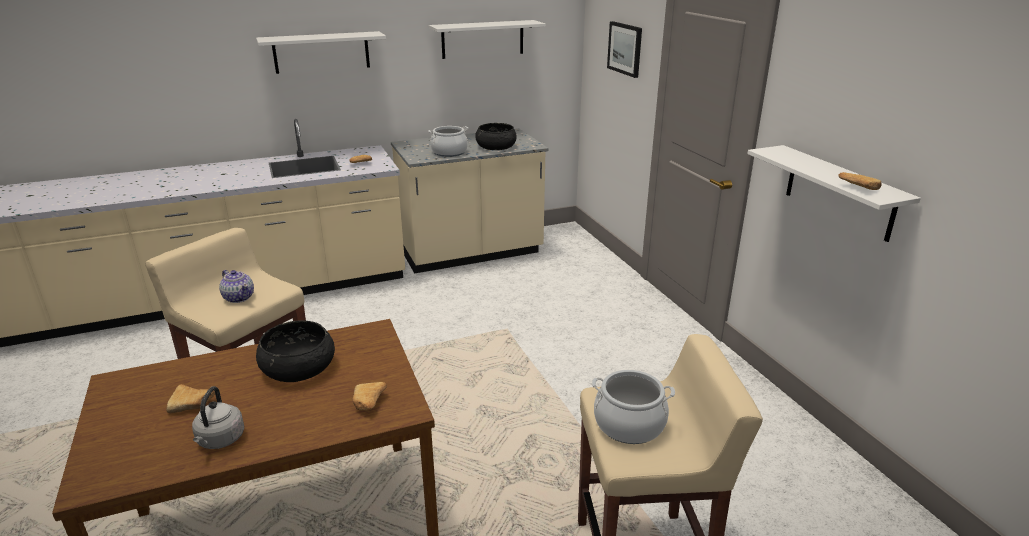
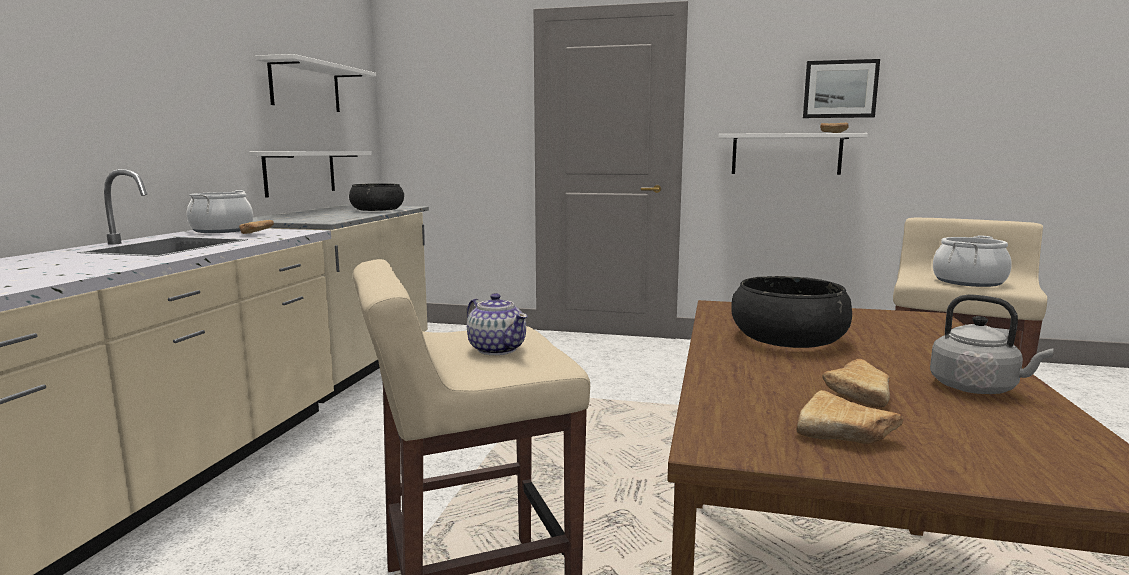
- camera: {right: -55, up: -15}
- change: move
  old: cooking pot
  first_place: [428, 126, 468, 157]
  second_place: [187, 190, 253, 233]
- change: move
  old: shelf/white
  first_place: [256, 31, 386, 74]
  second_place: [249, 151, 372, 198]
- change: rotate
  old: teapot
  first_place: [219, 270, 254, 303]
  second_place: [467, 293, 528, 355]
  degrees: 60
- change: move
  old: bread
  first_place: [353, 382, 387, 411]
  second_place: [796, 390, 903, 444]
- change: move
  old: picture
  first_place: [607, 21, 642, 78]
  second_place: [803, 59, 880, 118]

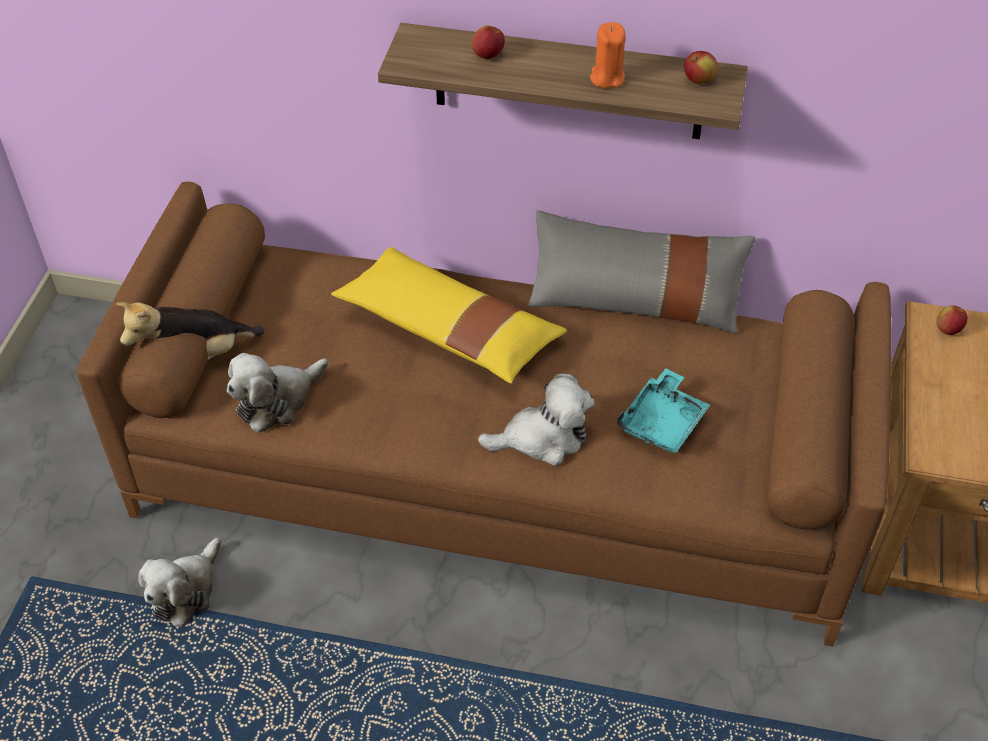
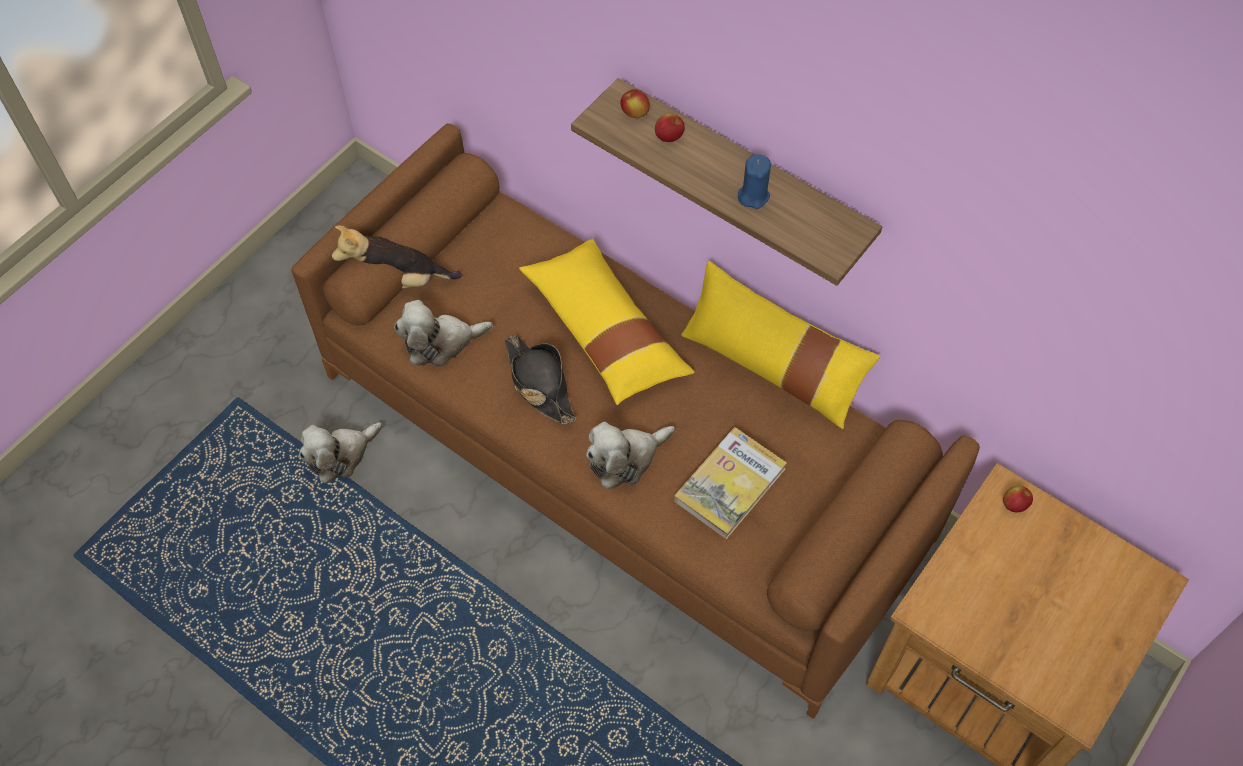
- camera: {right: 25, up: 10}
- change: insert
  new: hat/black
  second_place: [504, 334, 576, 424]
- change: rotate
  old: plush toy
  first_place: [478, 373, 595, 465]
  second_place: [586, 421, 675, 489]
  degrees: 135
- change: move
  old: apple
  first_place: [684, 51, 718, 84]
  second_place: [621, 89, 650, 118]
- change: replace
  old: tray/turquoise
  new: book
  first_place: [617, 368, 710, 453]
  second_place: [674, 427, 787, 539]
- change: recolor
  old: pillow/grey
  new: pillow/yellow
  first_place: [528, 210, 755, 333]
  second_place: [681, 261, 880, 429]
- change: recolor
  old: candle/orange
  new: candle/blue
  first_place: [590, 22, 626, 89]
  second_place: [738, 154, 771, 209]

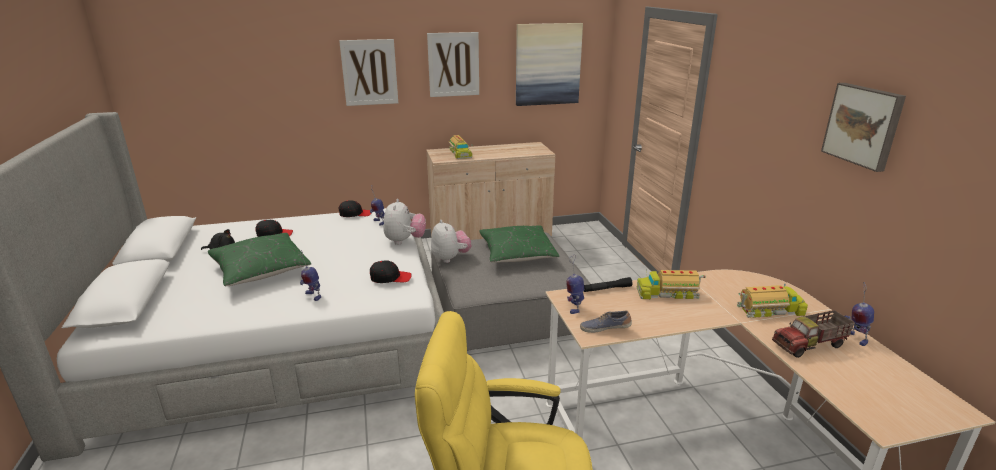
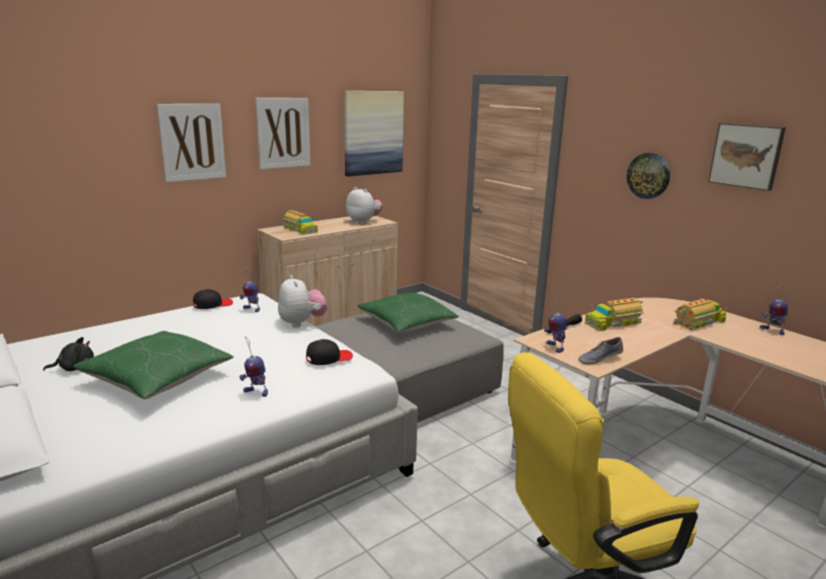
- camera: {right: -25, up: -5}
- change: move
  old: plush toy
  first_place: [431, 220, 472, 263]
  second_place: [346, 187, 383, 224]
- change: insert
  new: wall clock
  second_place: [627, 153, 670, 199]
- change: delete
  old: cap/black
  first_place: [256, 220, 293, 237]
- change: delete
  old: toy truck
  first_place: [772, 310, 855, 358]

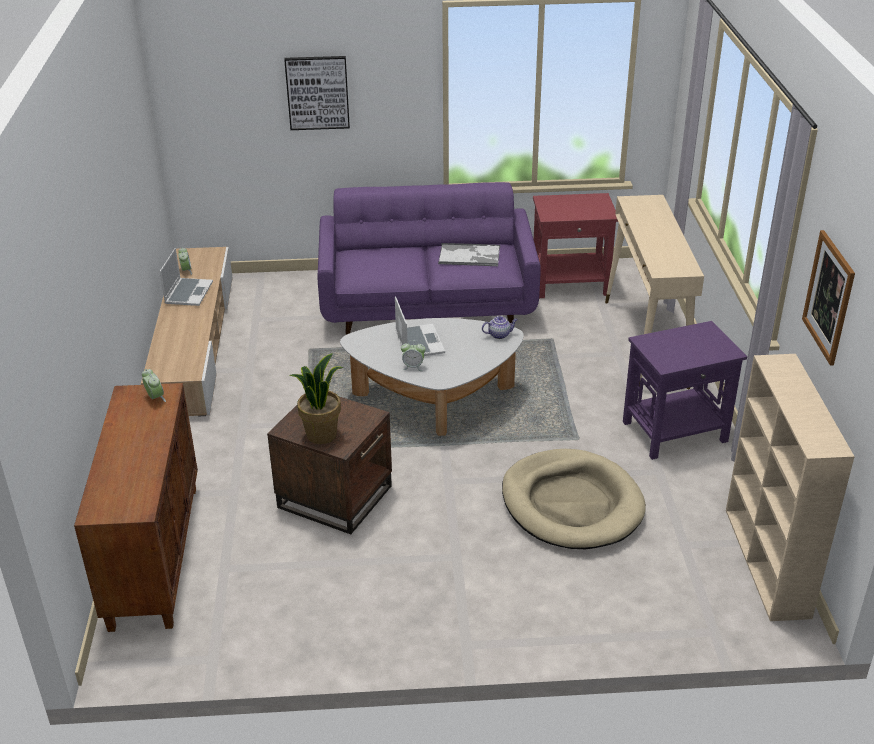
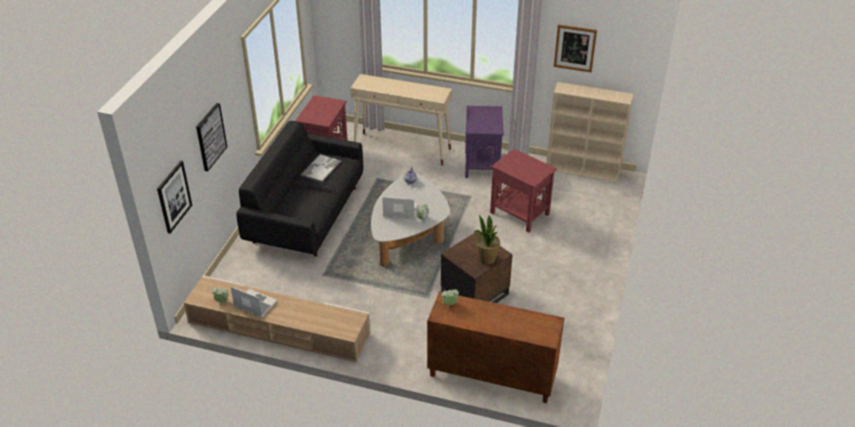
- camera: {right: -70, up: 5}
- change: insert
  new: picture
  second_place: [157, 161, 192, 234]
- change: recolor
  old: sofa/purple
  new: sofa/black
  first_place: [317, 182, 541, 334]
  second_place: [236, 121, 363, 256]
- change: replace
  old: dog bed/beige
  new: side table/red
  first_place: [502, 449, 646, 549]
  second_place: [490, 149, 557, 233]

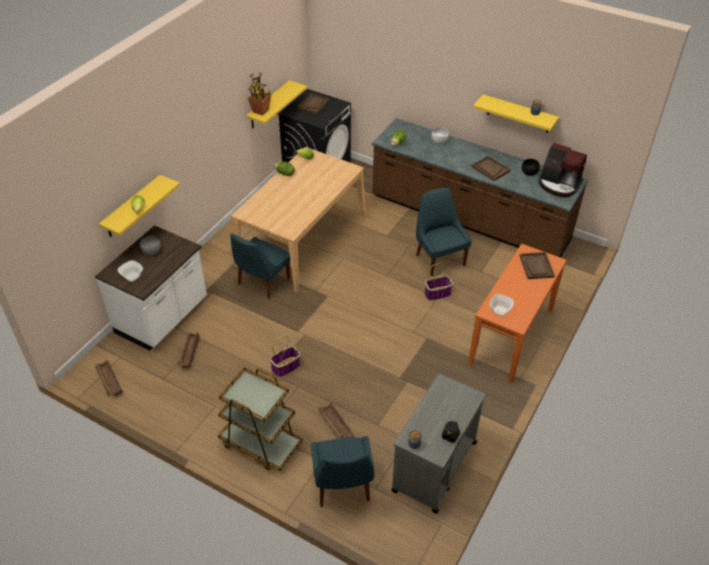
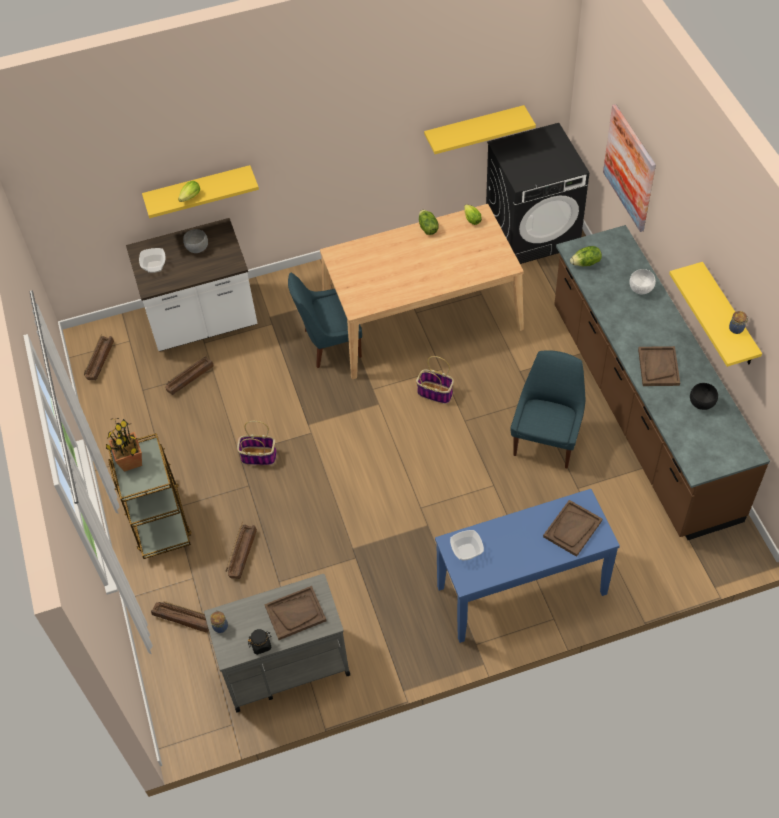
- camera: {right: 45, up: 10}
- change: move
  old: potted plant
  first_place: [248, 71, 271, 115]
  second_place: [106, 418, 142, 472]
- change: replace
  old: chair/blue
  new: crate
  first_place: [311, 436, 374, 507]
  second_place: [151, 601, 209, 633]
- change: move
  old: tray/brown
  first_place: [297, 93, 330, 114]
  second_place: [264, 586, 326, 640]
- change: move
  old: basket
  first_place: [424, 263, 453, 301]
  second_place: [416, 356, 454, 404]
- change: recolor
  old: console table/orange
  new: console table/blue
  first_place: [468, 244, 566, 383]
  second_place: [435, 489, 620, 643]
- change: insert
  new: picture
  second_place: [603, 104, 656, 232]
- change: delete
  old: coffee machine
  first_place: [539, 143, 587, 197]

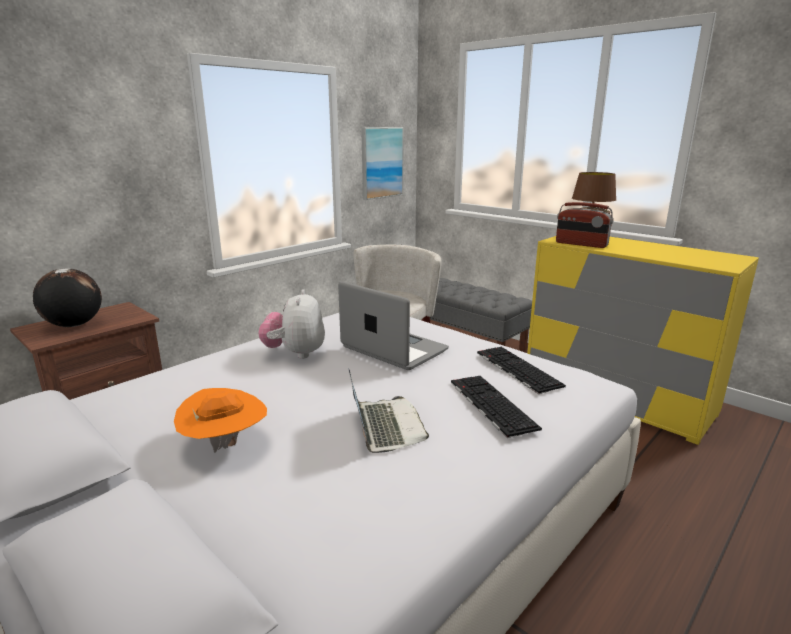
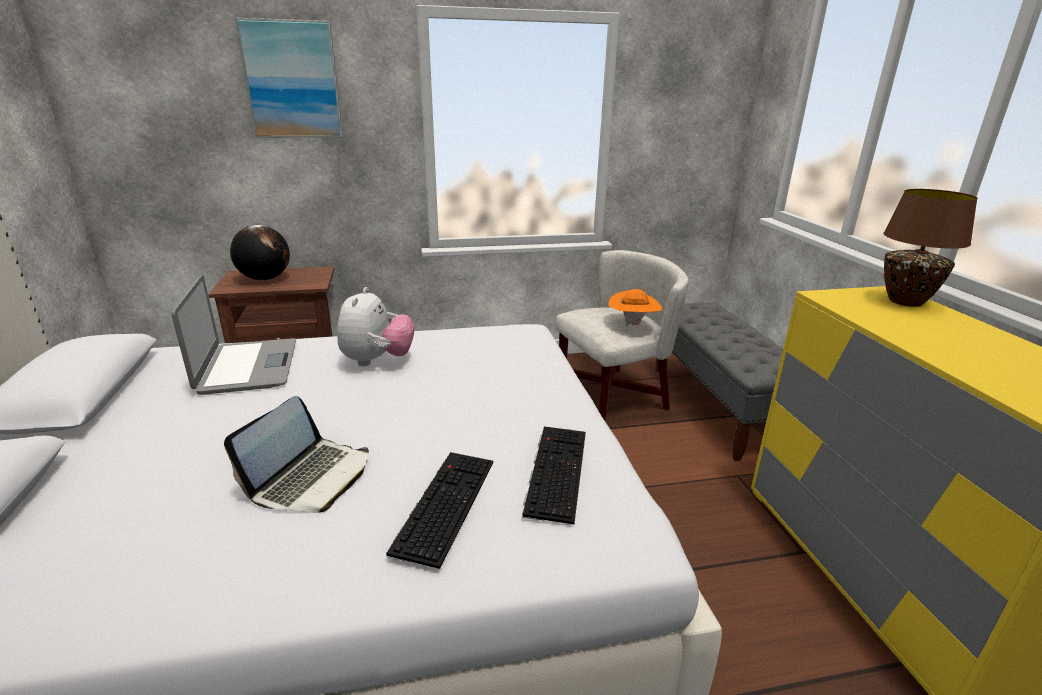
- camera: {right: 35, up: 5}
- change: move
  old: laptop
  first_place: [338, 281, 449, 370]
  second_place: [171, 275, 296, 395]
- change: move
  old: picture
  first_place: [361, 127, 404, 200]
  second_place: [235, 18, 343, 138]
- change: rotate
  old: plush toy
  first_place: [258, 289, 325, 359]
  second_place: [337, 287, 414, 366]
  degrees: 150
- change: move
  old: hat/orange
  first_place: [174, 388, 267, 453]
  second_place: [609, 289, 663, 326]
- change: delete
  old: radio
  first_place: [556, 202, 614, 248]

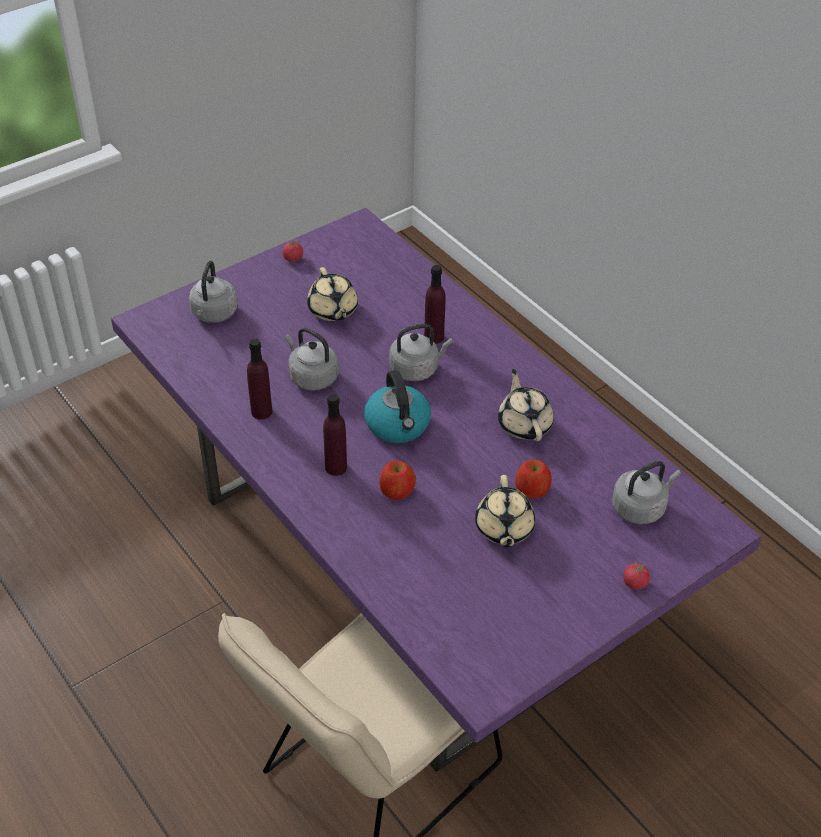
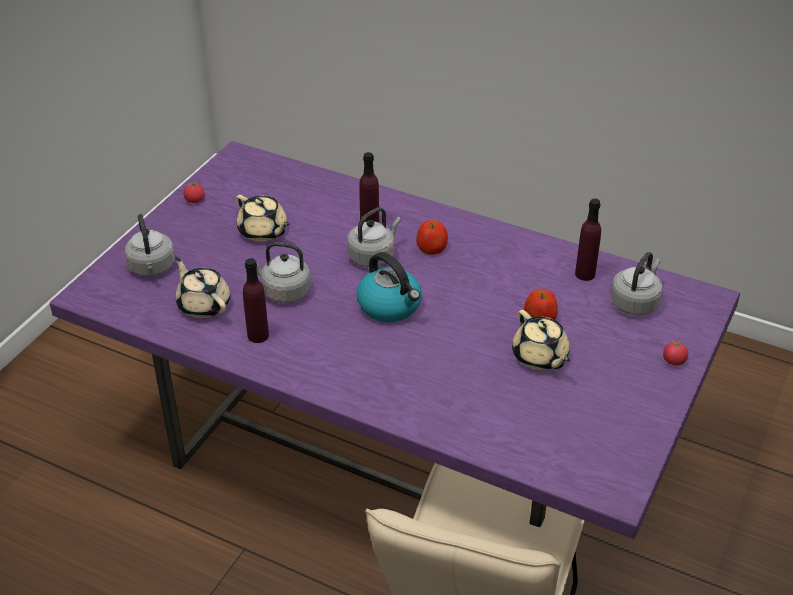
- camera: {right: -25, up: -5}
- change: move
  old: teapot/beige
  first_place: [498, 369, 554, 441]
  second_place: [175, 257, 231, 318]
- change: move
  old: apple
  first_place: [379, 461, 416, 500]
  second_place: [416, 220, 448, 255]
- change: move
  old: bottle/purple
  first_place: [323, 394, 347, 476]
  second_place: [575, 199, 601, 281]

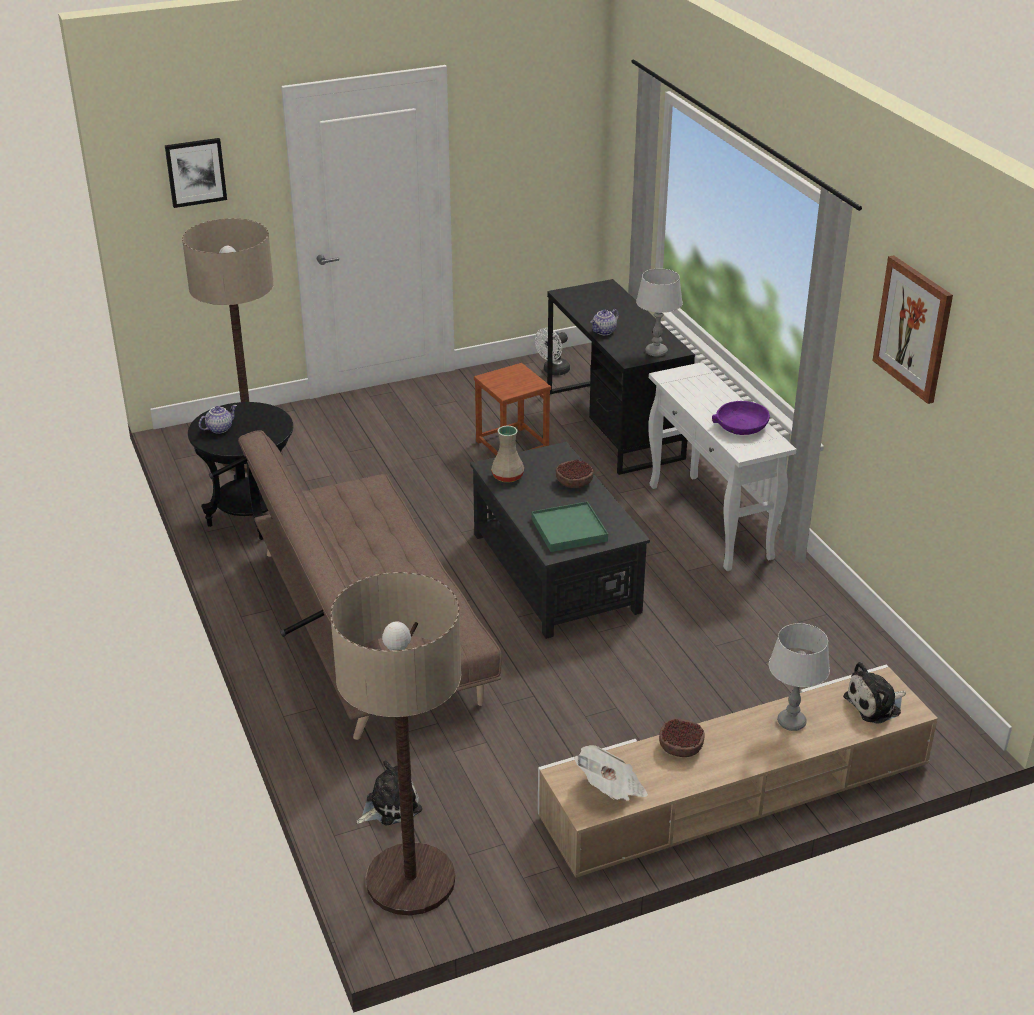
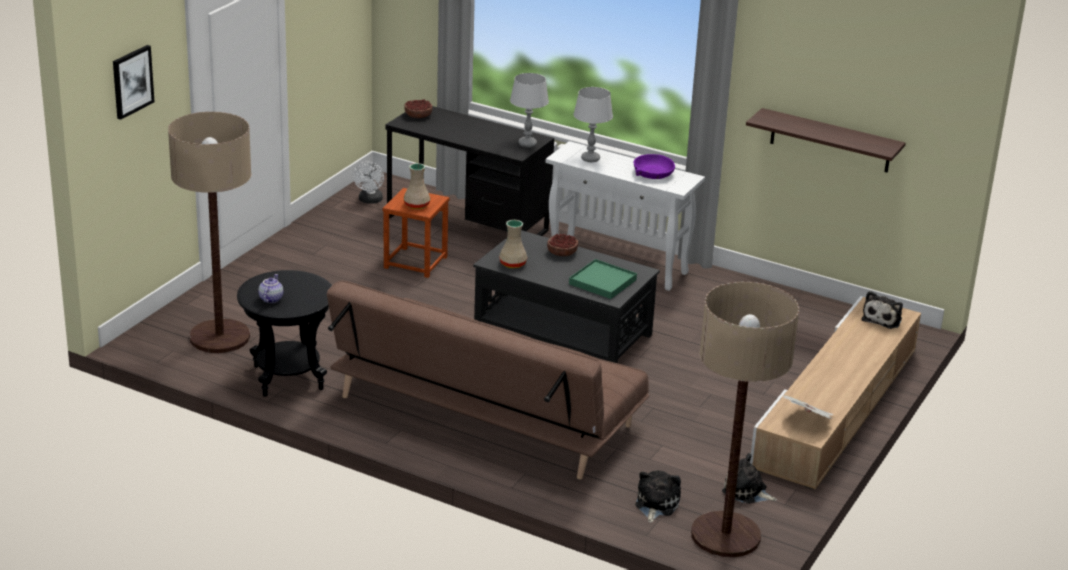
- camera: {right: -40, up: -5}
- change: move
  old: bowl
  first_place: [659, 719, 705, 757]
  second_place: [404, 99, 432, 118]
- change: insert
  new: vase/beige
  second_place: [404, 163, 430, 209]
- change: move
  old: table lamp/grey
  first_place: [769, 623, 830, 731]
  second_place: [573, 87, 613, 162]
- change: insert
  new: plush toy
  second_place: [722, 453, 777, 504]
- change: insert
  new: shelf
  second_place: [746, 108, 906, 173]
- change: delete
  old: teapot
  first_place: [590, 309, 619, 335]
- change: delete
  old: picture
  first_place: [872, 255, 953, 404]

